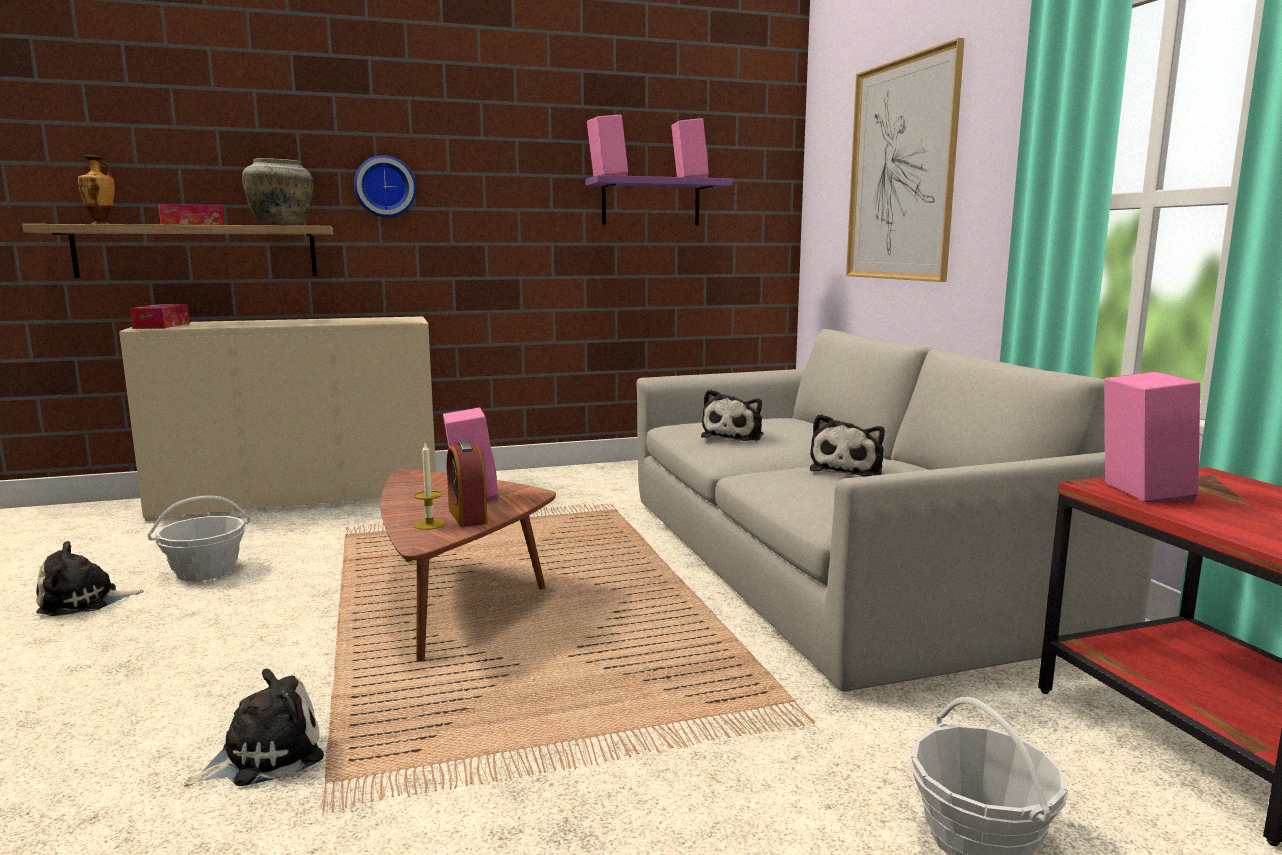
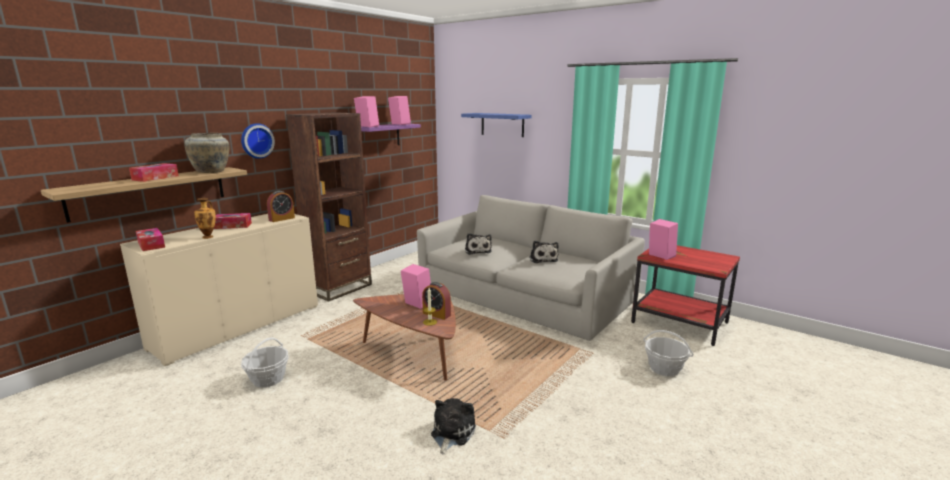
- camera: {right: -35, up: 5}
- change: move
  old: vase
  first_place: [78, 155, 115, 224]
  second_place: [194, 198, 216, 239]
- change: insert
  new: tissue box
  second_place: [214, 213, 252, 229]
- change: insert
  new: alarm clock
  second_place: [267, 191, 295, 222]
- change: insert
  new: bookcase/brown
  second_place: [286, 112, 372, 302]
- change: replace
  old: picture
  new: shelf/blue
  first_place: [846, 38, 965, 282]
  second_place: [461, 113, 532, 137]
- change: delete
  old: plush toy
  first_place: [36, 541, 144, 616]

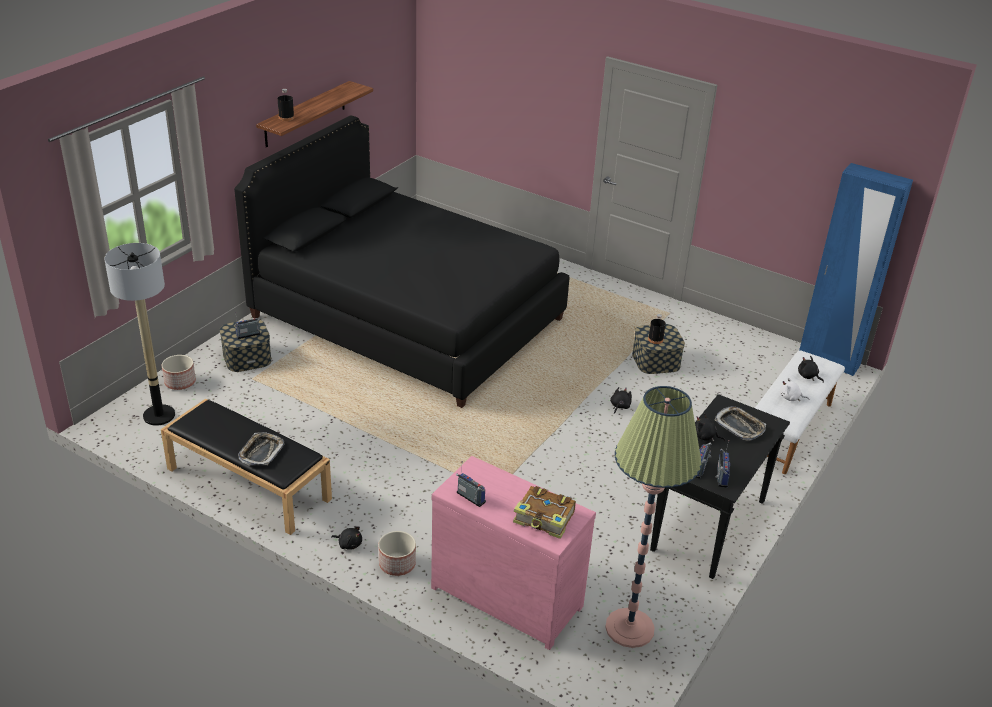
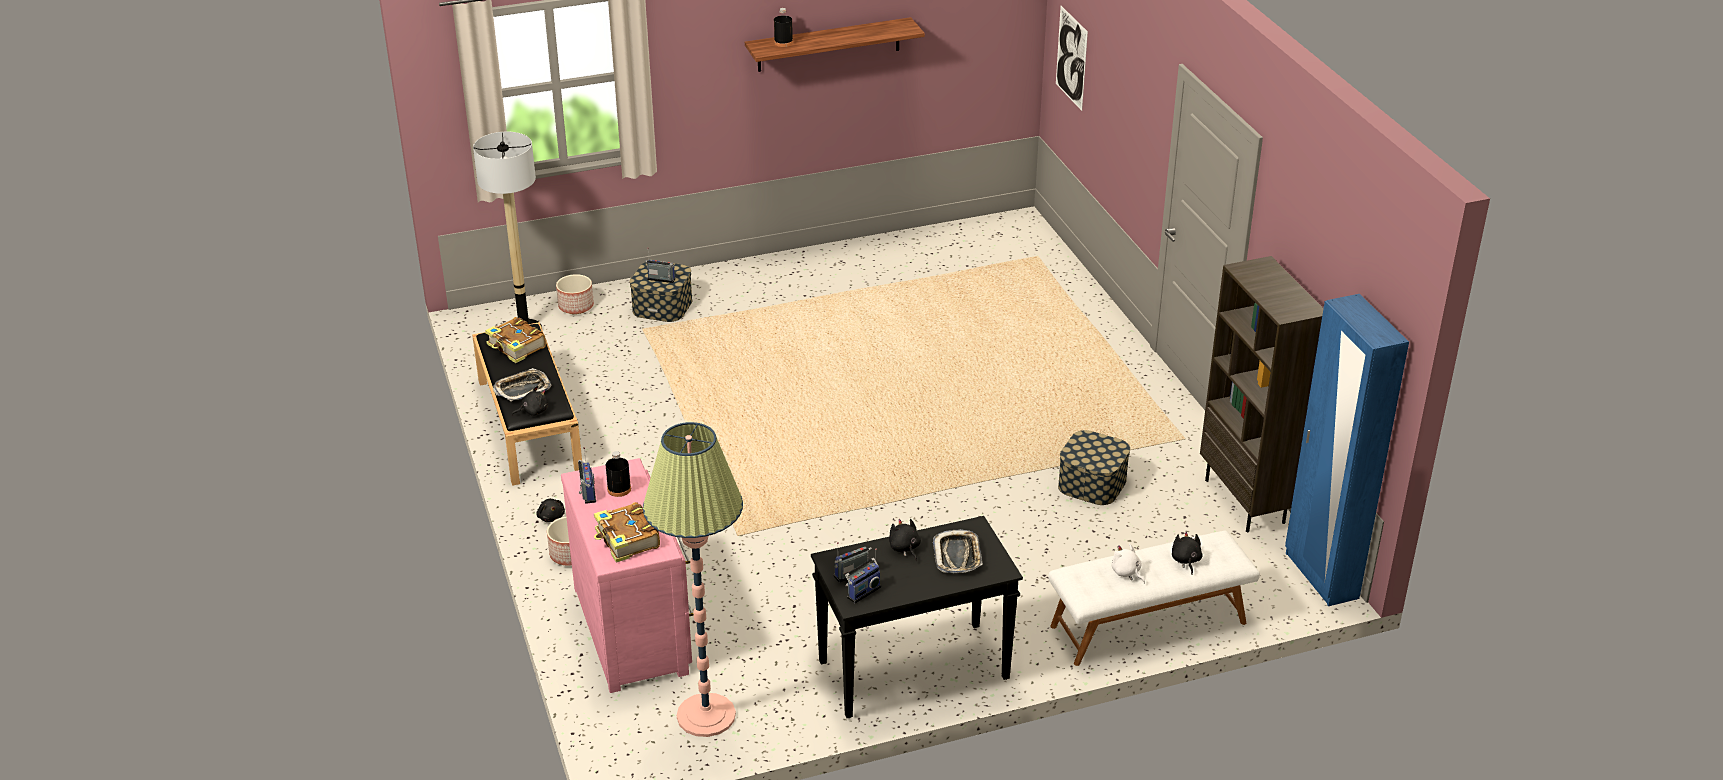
- camera: {right: 40, up: 0}
- change: insert
  new: book
  second_place: [485, 317, 546, 363]
- change: move
  old: plush toy/black
  first_place: [610, 387, 632, 414]
  second_place: [512, 386, 548, 416]
- change: move
  old: bottle/black
  first_place: [648, 314, 666, 344]
  second_place: [606, 451, 631, 497]
- change: insert
  new: picture
  second_place: [1056, 6, 1088, 111]
- change: insert
  new: bookcase/brown
  second_place: [1200, 256, 1324, 532]
- change: delete
  old: bed/black
  first_place: [234, 116, 570, 408]

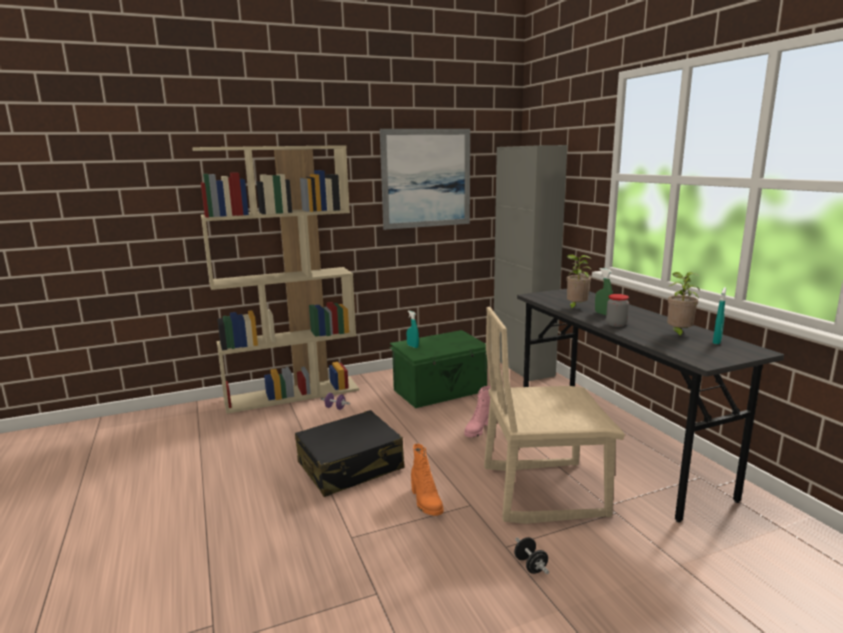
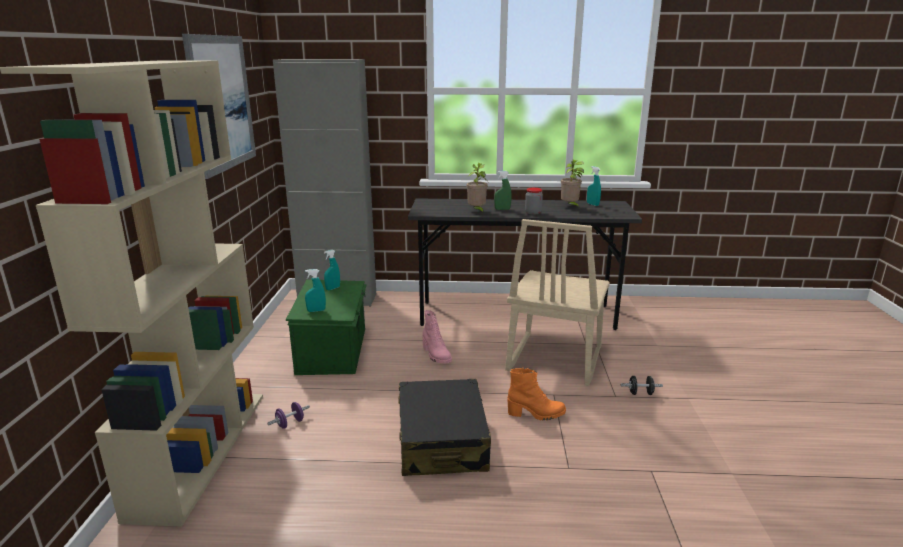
- camera: {right: -65, up: 5}
- change: insert
  new: spray bottle/turquoise
  second_place: [324, 249, 340, 290]

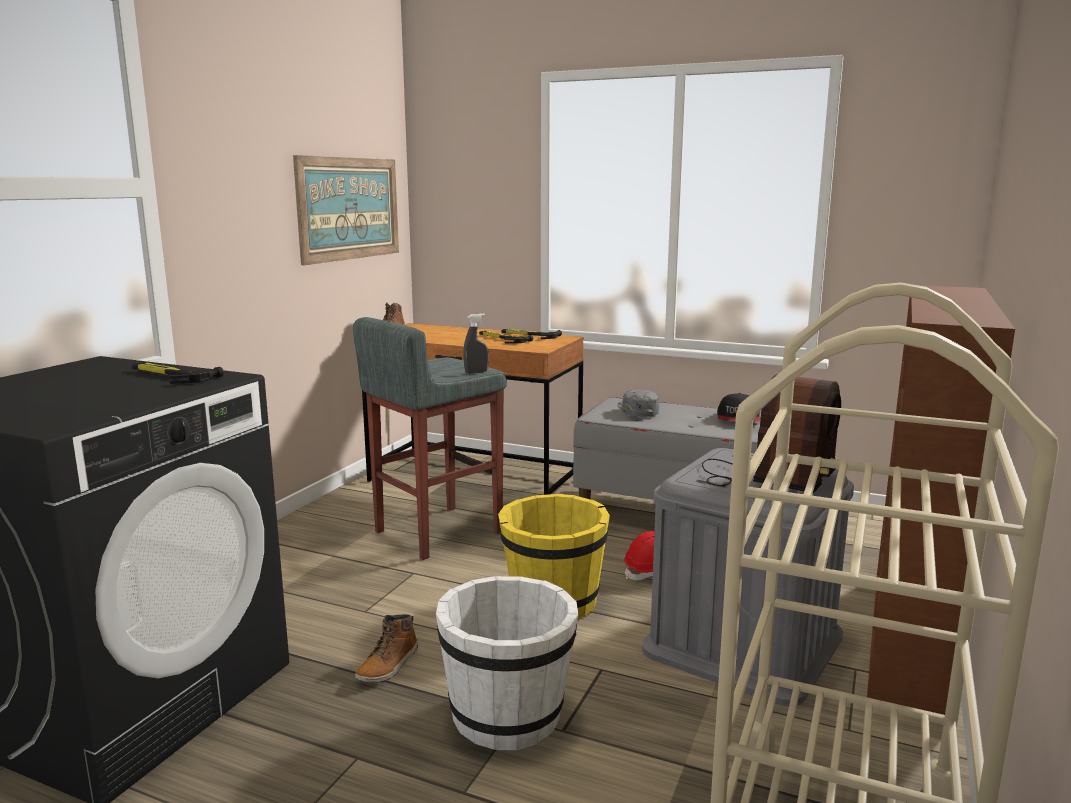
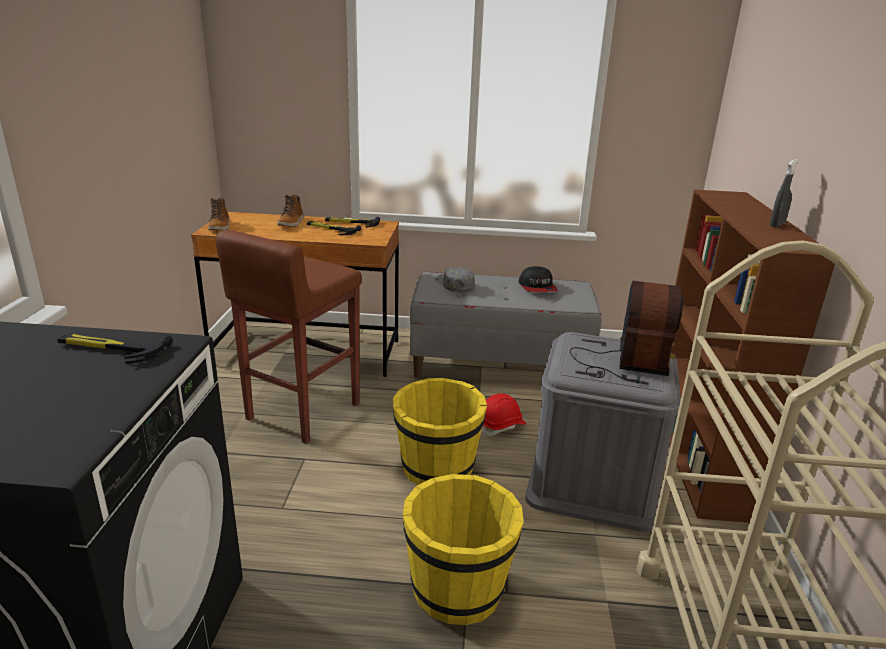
- camera: {right: -20, up: 10}
- change: recolor
  old: stool/grey
  new: stool/brown
  first_place: [353, 317, 507, 560]
  second_place: [215, 230, 362, 444]
- change: move
  old: boot
  first_place: [355, 614, 418, 683]
  second_place: [277, 194, 304, 227]
- change: recolor
  old: bucket/white
  new: bucket/yellow
  first_place: [436, 576, 578, 750]
  second_place: [403, 474, 524, 625]
- change: move
  old: spray bottle/grey
  first_place: [463, 313, 489, 374]
  second_place: [770, 159, 799, 227]
- change: delete
  old: picture
  first_place: [293, 155, 399, 265]

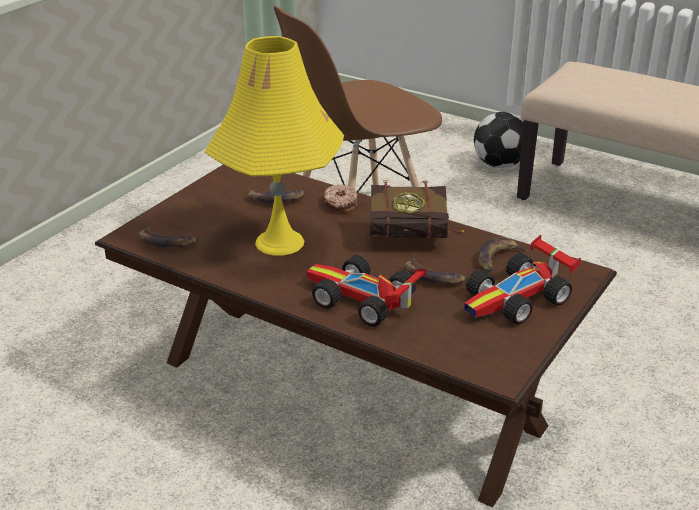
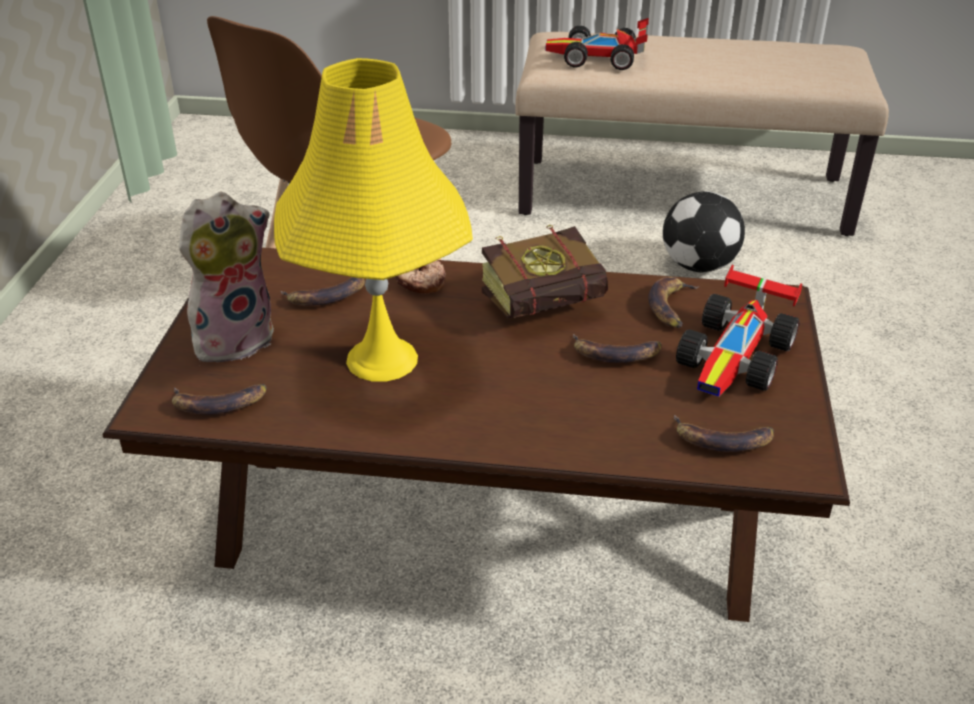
- camera: {right: -25, up: 5}
- change: insert
  new: plush toy
  second_place: [179, 192, 274, 366]
- change: move
  old: toy car
  first_place: [306, 255, 427, 326]
  second_place: [545, 18, 649, 70]
- change: move
  old: football
  first_place: [474, 112, 524, 168]
  second_place: [663, 191, 745, 273]
- change: insert
  new: banana
  second_place: [674, 415, 774, 452]

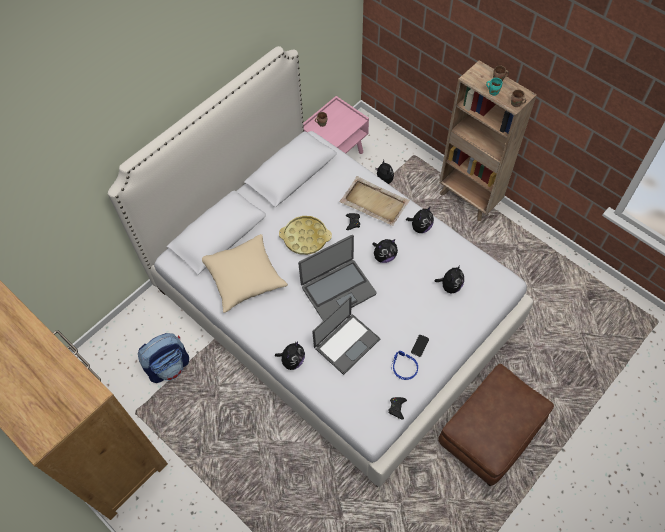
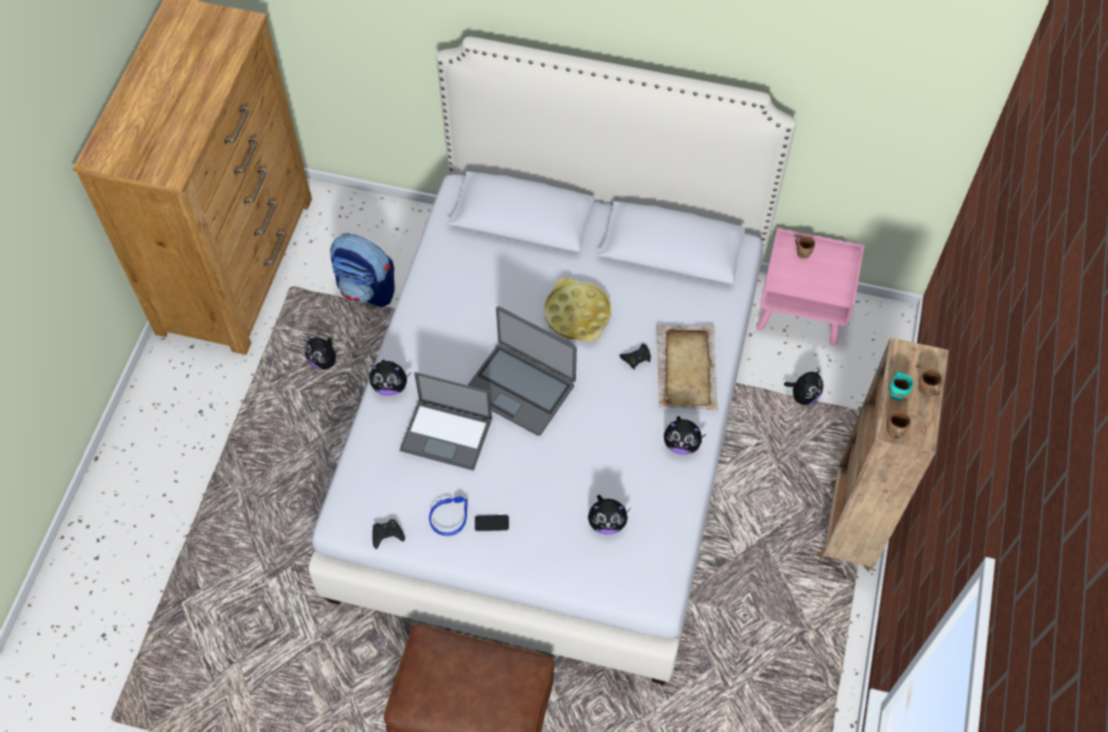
- camera: {right: 60, up: 0}
- change: move
  old: plush toy
  first_place: [372, 239, 398, 263]
  second_place: [305, 336, 342, 370]
- change: delete
  old: pillow/beige
  first_place: [202, 234, 288, 313]

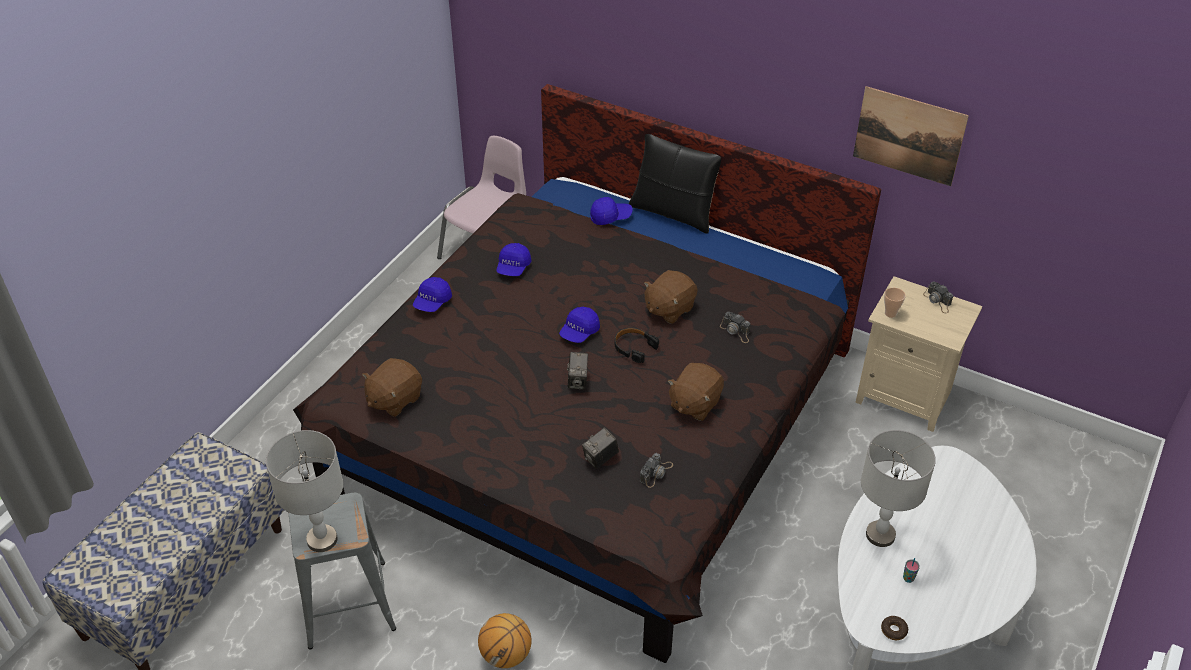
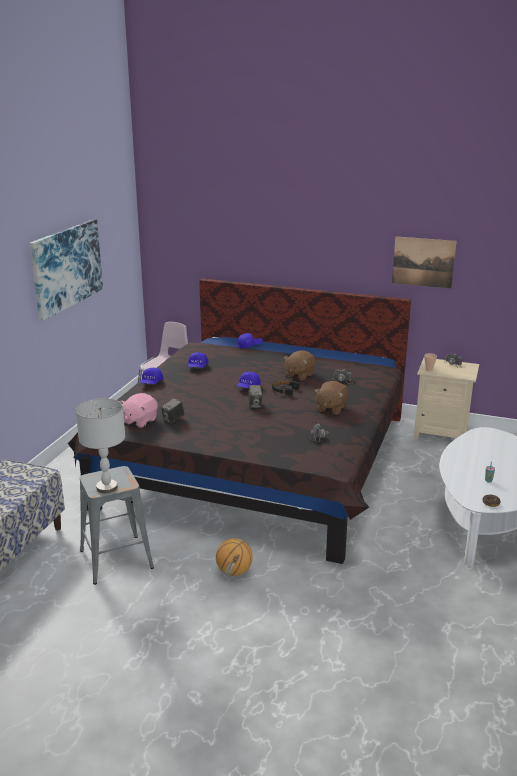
- camera: {right: -10, up: -20}
- change: insert
  new: picture
  second_place: [30, 219, 103, 321]
- change: recolor
  old: plush toy/brown
  new: plush toy/pink
  first_place: [362, 358, 422, 417]
  second_place: [119, 393, 158, 428]
- change: move
  old: photo camera
  first_place: [582, 428, 619, 469]
  second_place: [161, 398, 184, 423]
- change: delete
  old: pillow/black
  first_place: [629, 134, 721, 234]
- change: delete
  old: table lamp/grey
  first_place: [861, 430, 936, 547]

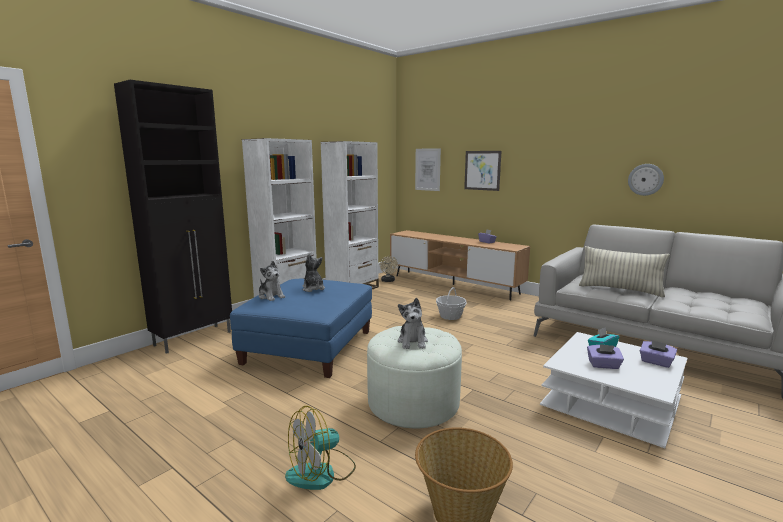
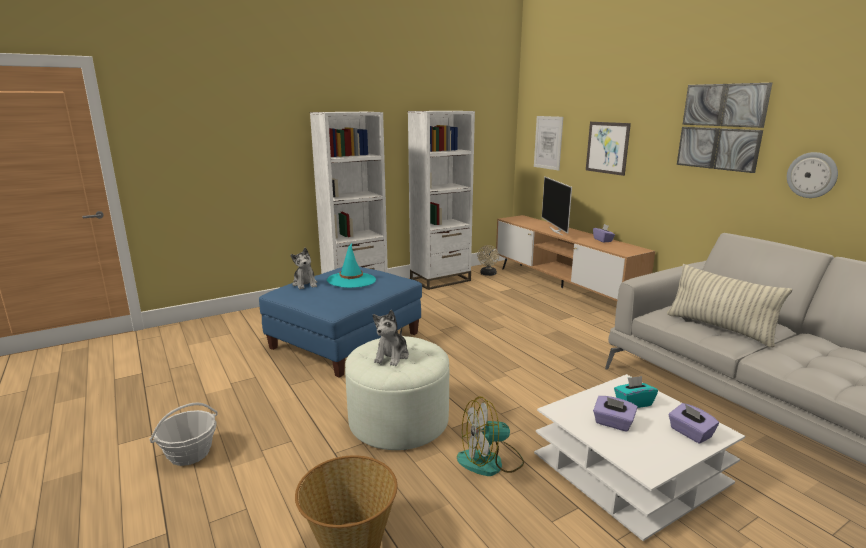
- camera: {right: 20, up: 5}
- change: move
  old: basket
  first_place: [436, 287, 467, 320]
  second_place: [150, 402, 217, 466]
- change: replace
  old: plush toy
  new: hat/turquoise
  first_place: [302, 254, 325, 292]
  second_place: [327, 244, 376, 288]
- change: move
  old: fan
  first_place: [285, 406, 356, 490]
  second_place: [457, 396, 524, 476]
- change: insert
  new: television
  second_place: [542, 176, 572, 235]
- change: insert
  new: picture
  second_place: [677, 83, 772, 173]
- change: delete
  old: cabinet/black
  first_place: [114, 80, 232, 354]

